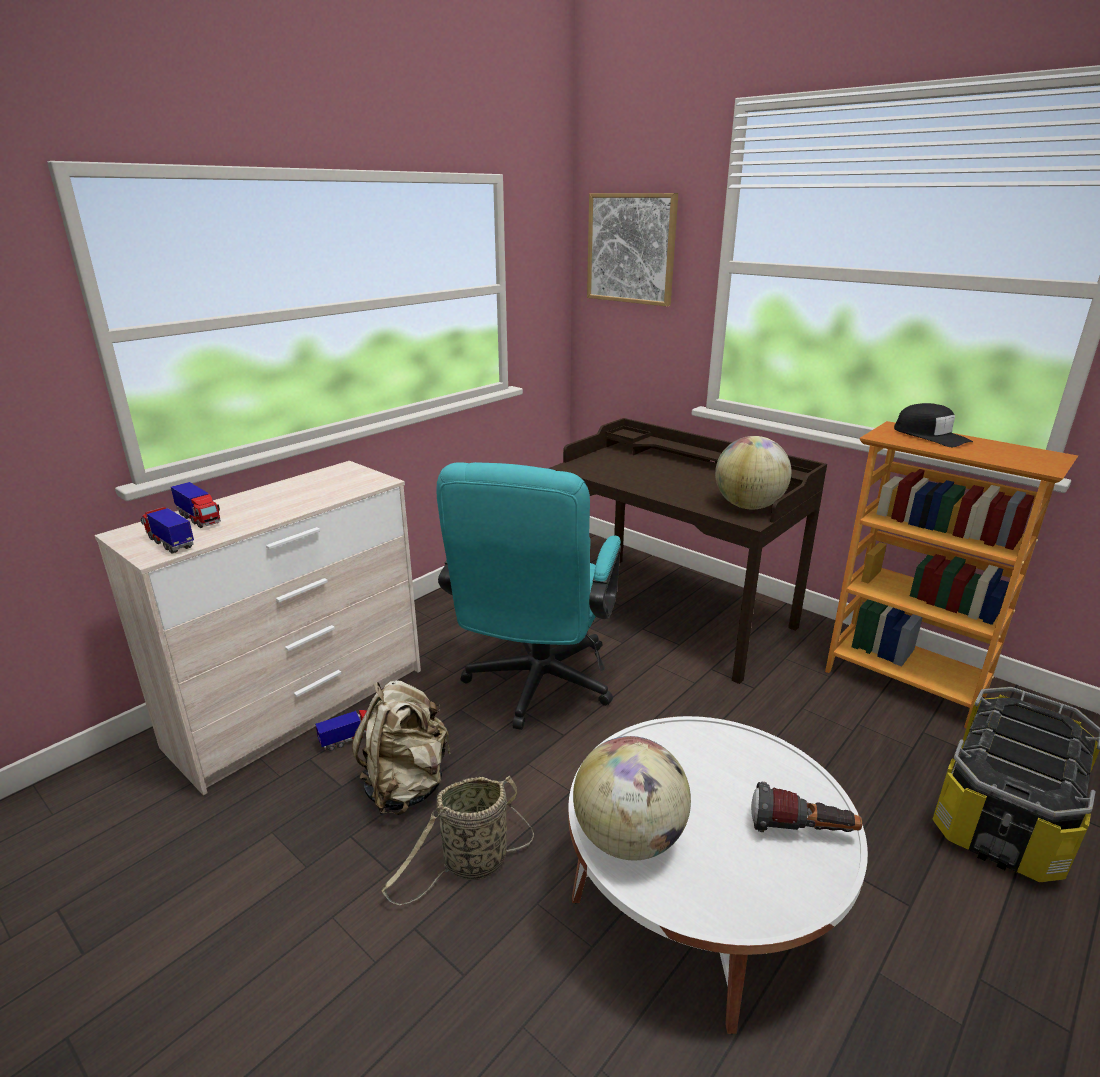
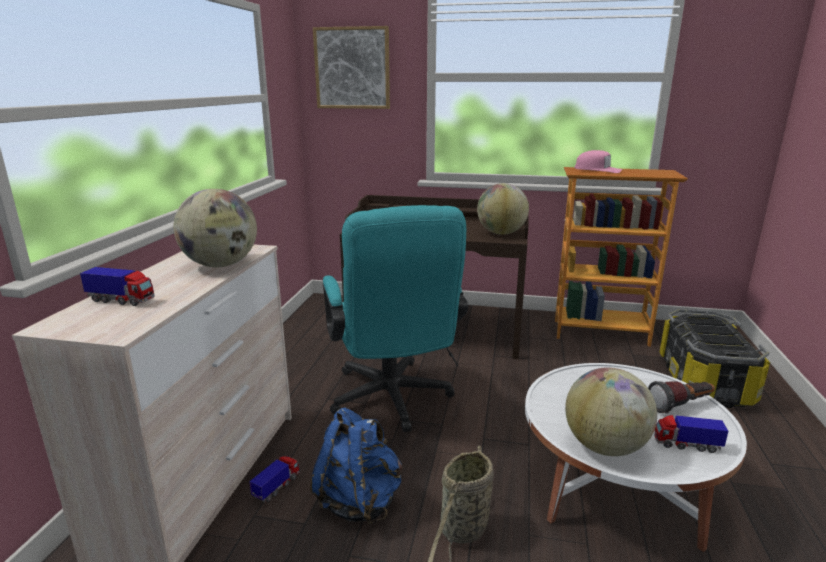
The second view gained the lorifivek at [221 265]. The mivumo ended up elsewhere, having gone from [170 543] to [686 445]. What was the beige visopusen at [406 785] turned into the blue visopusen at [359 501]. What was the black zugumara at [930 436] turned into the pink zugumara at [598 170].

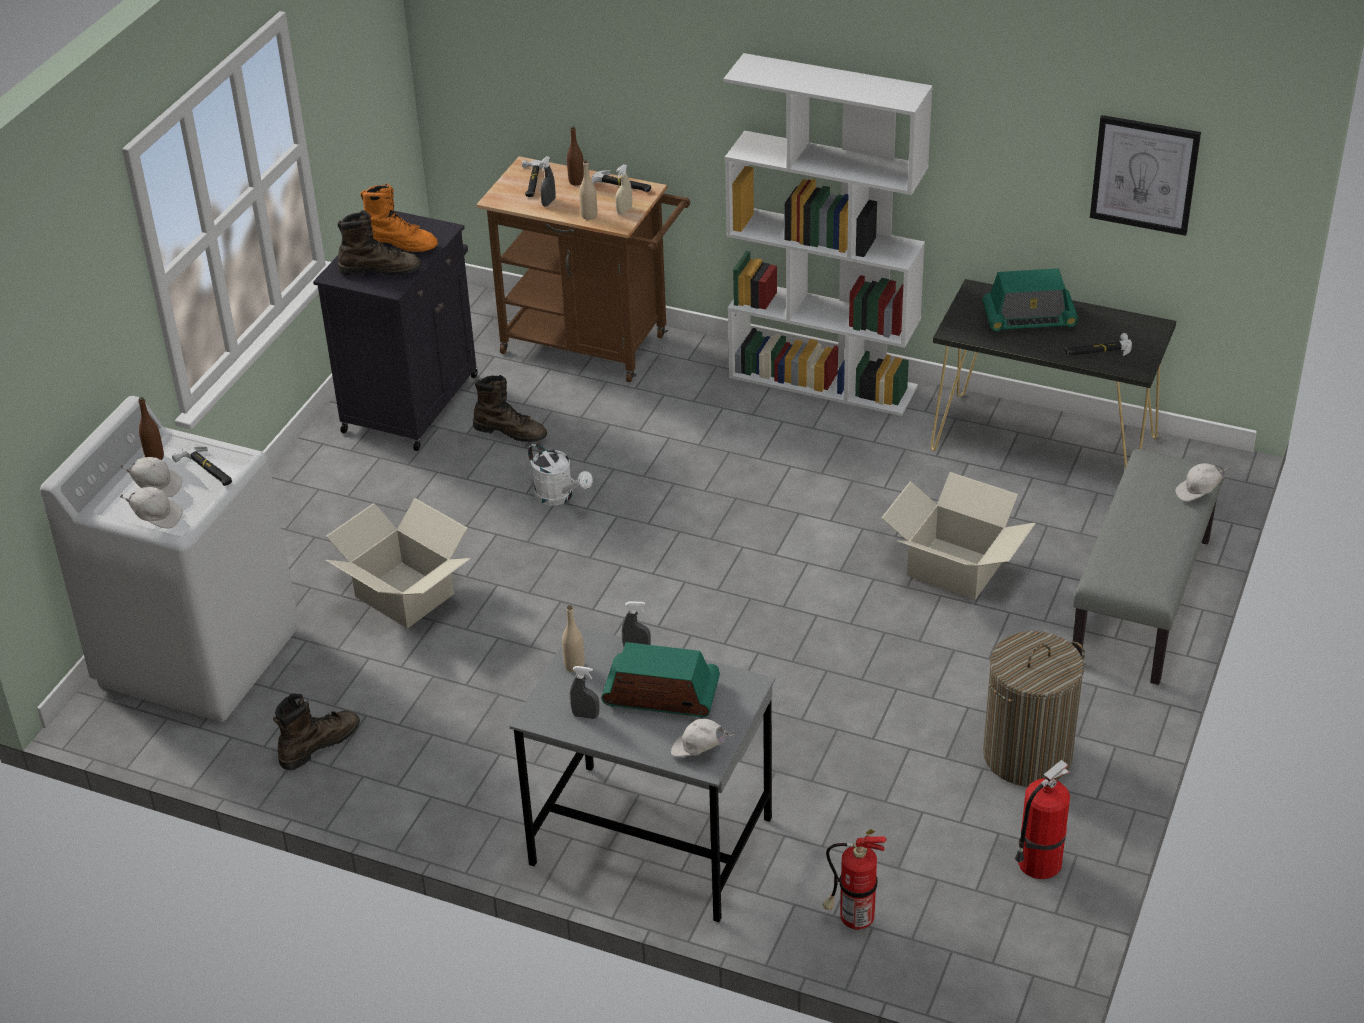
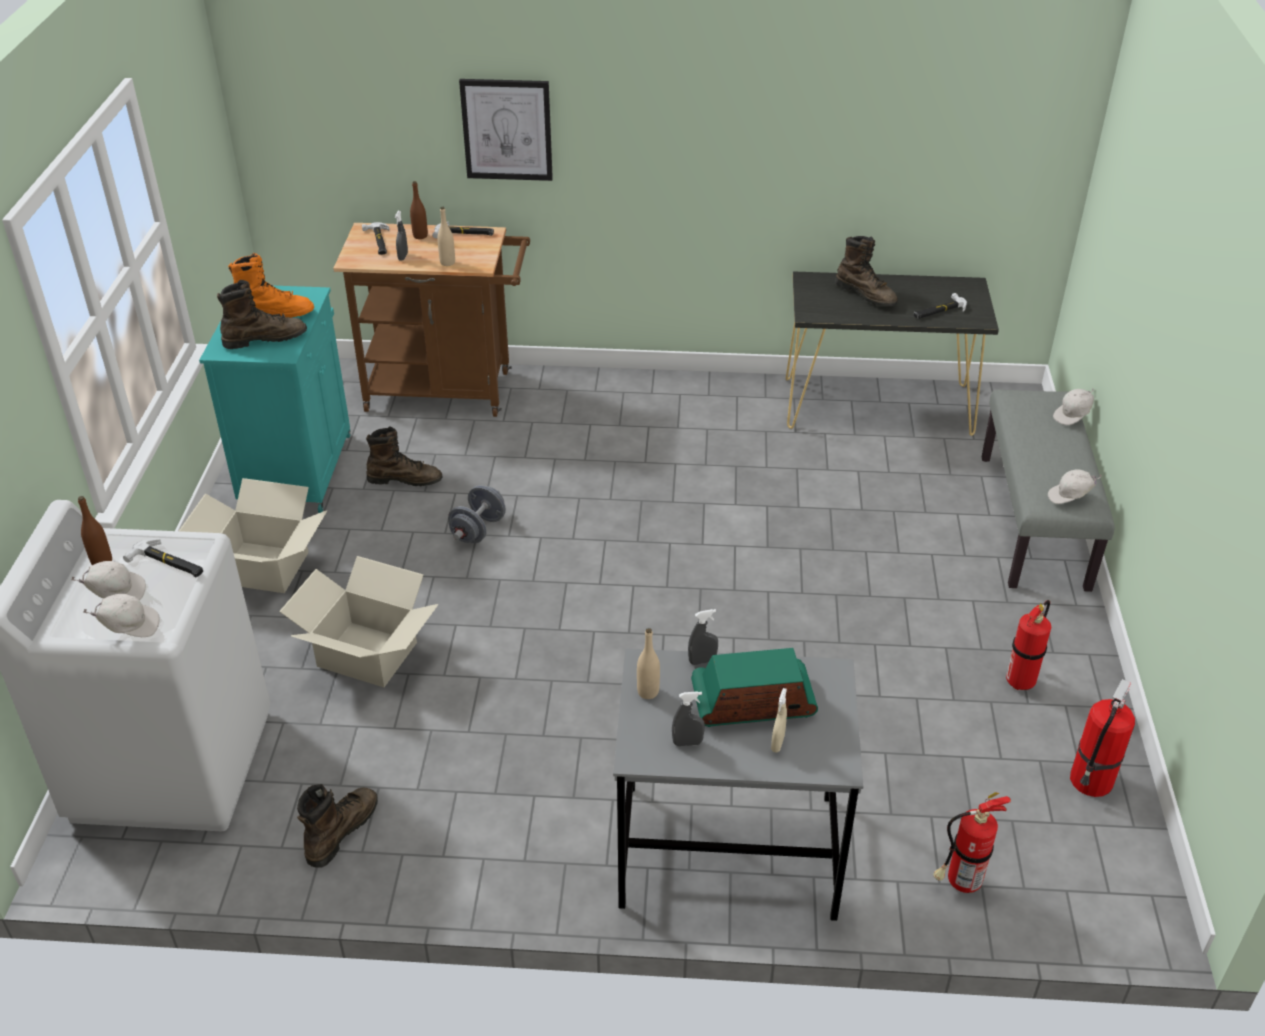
The second view lost the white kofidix at [824 382]. The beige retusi ended up elsewhere, having gone from [624 210] to [777 743]. The white zugumara ended up elsewhere, having gone from [699 751] to [1070 497]. The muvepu ended up elsewhere, having gone from [954 569] to [263 568]. The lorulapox ended up elsewhere, having gone from [1144 174] to [507 129]. Where the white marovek stood at [559 497], the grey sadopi came to stand at [478 530]. Where the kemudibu stood at [1029 318], the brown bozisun came to stand at [866 294]. Where the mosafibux stood at [1027 755], the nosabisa came to stand at [1021 680]. What was the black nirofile at [412 402] turned into the turquoise nirofile at [297 469].

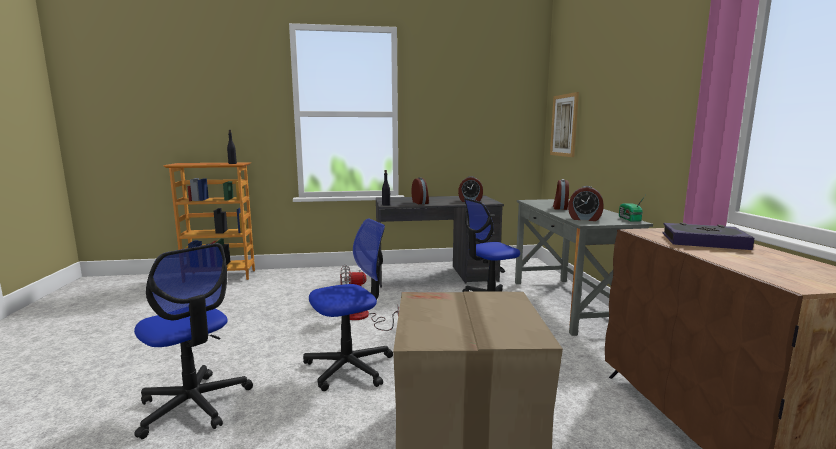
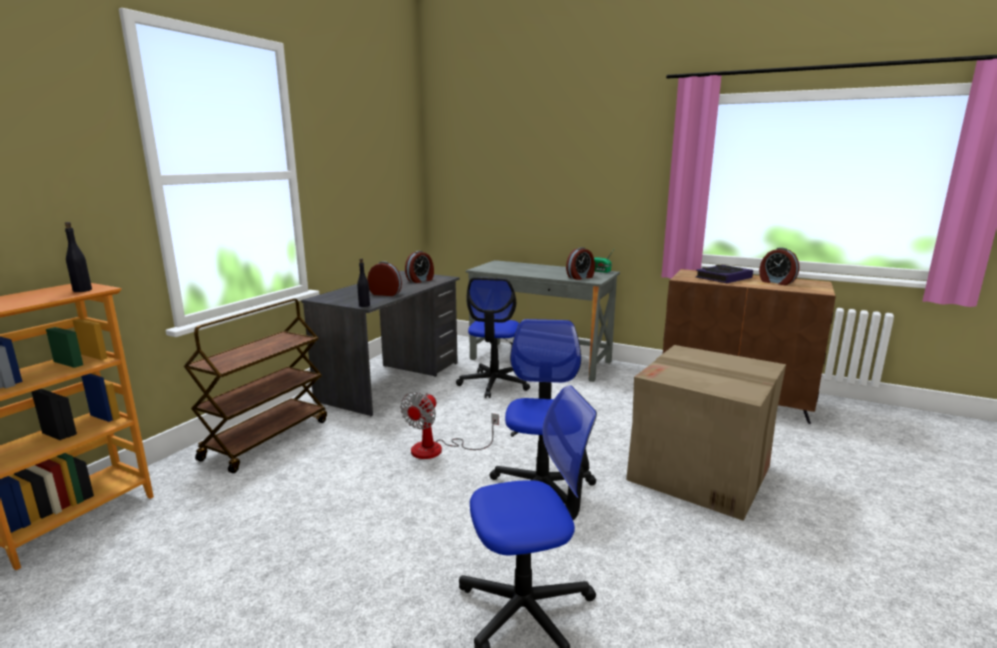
The second view lost the lorulapox at [564 125]. The second view gained the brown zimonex at [266 439]. The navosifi ended up elsewhere, having gone from [559 208] to [776 282].

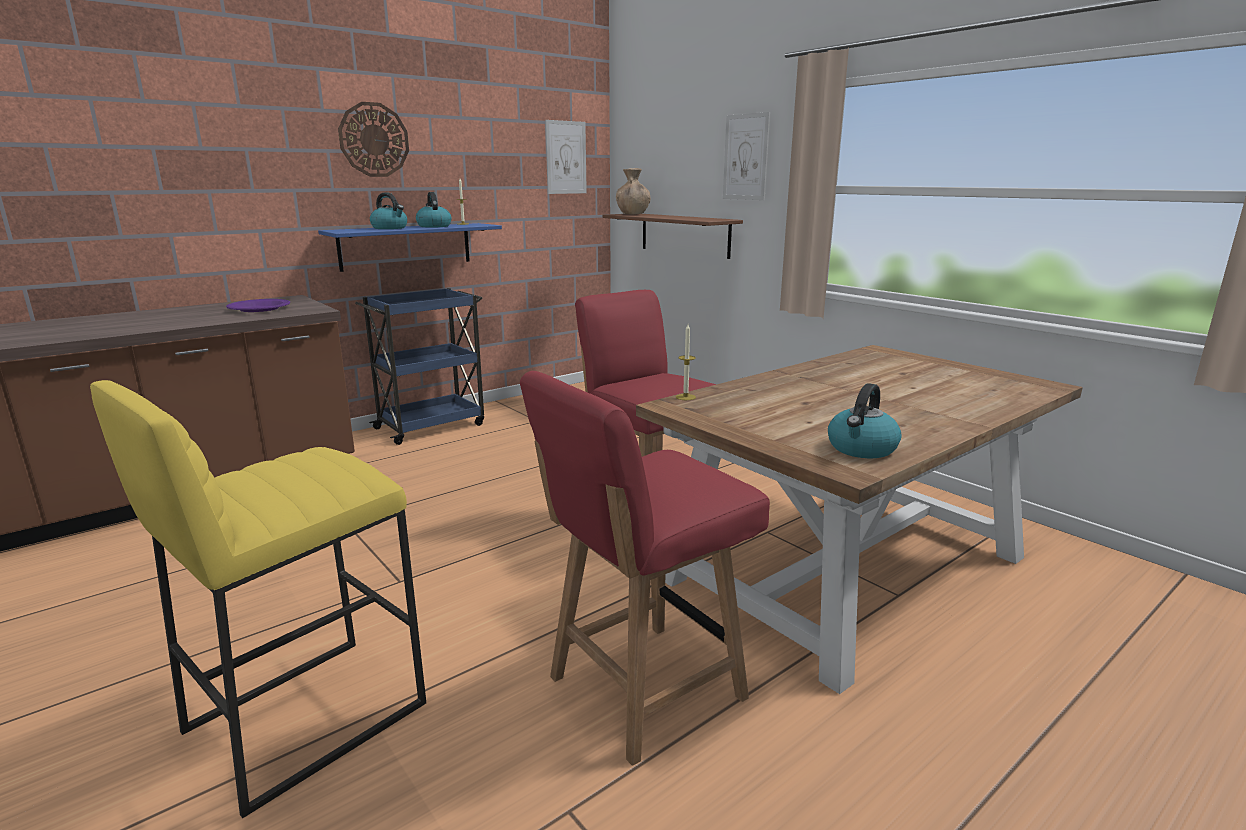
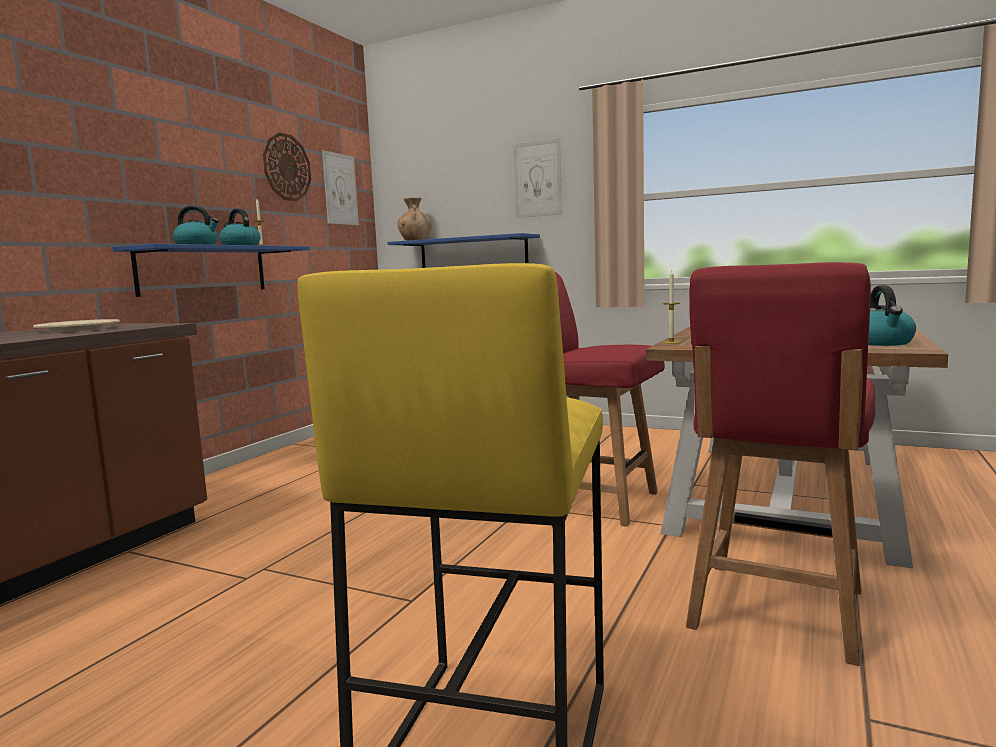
The second view lost the blue zimonex at [432 426]. The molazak ended up elsewhere, having gone from [374 140] to [286 167]. What was the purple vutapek at [260 309] turned into the beige vutapek at [79 329]. What was the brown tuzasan at [684 235] turned into the blue tuzasan at [473 256].

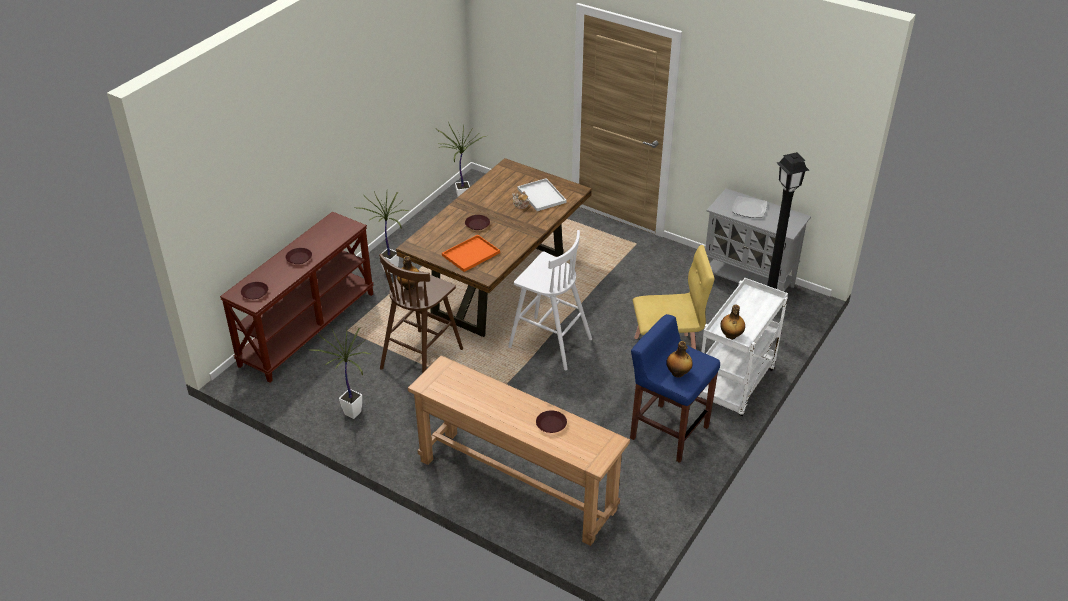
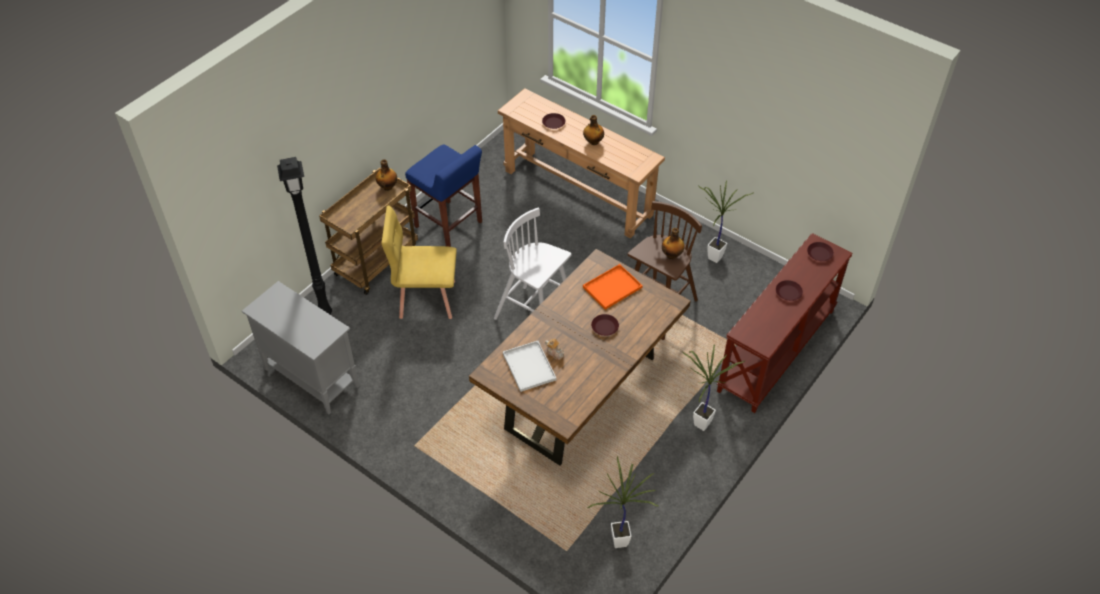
The second view lost the vutapek at [749 208]. The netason ended up elsewhere, having gone from [678 373] to [593 141]. What was the white zimonex at [735 386] turned into the brown zimonex at [376 261].

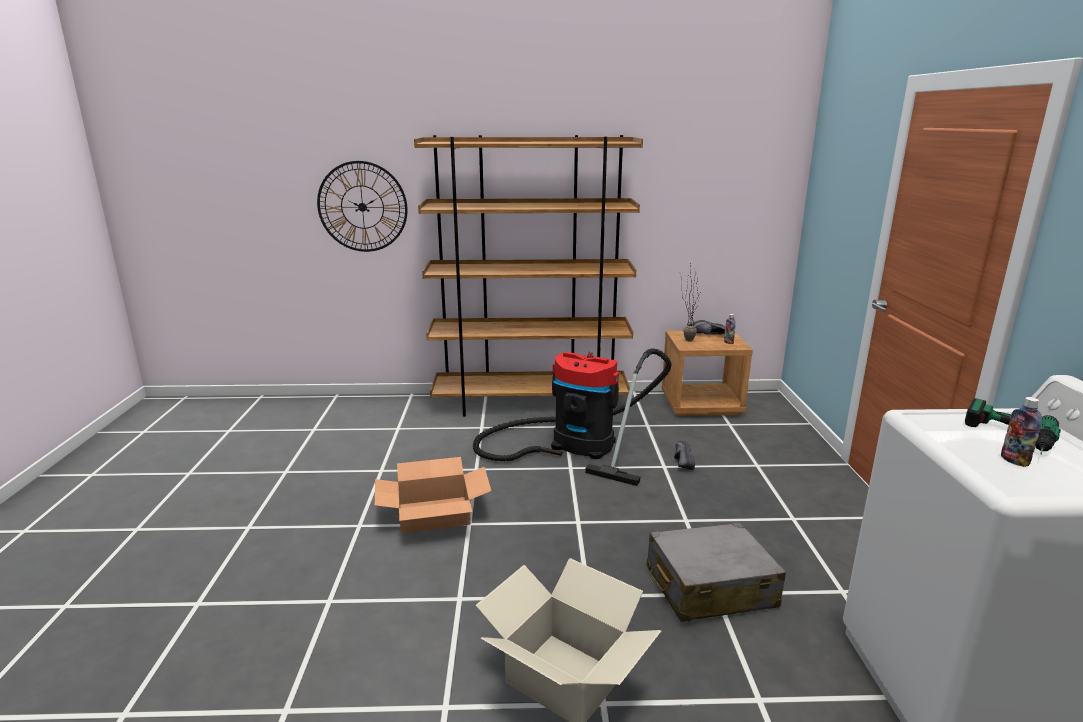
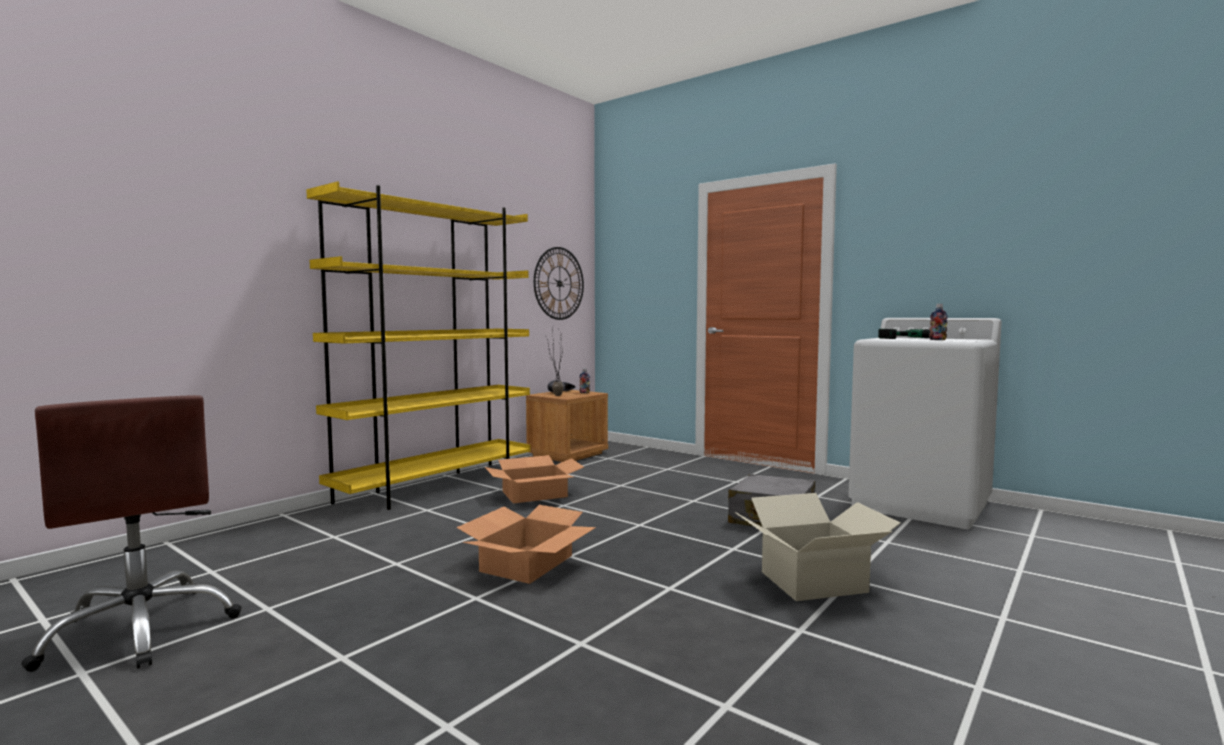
The second view lost the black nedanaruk at [680 462]. The second view gained the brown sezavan at [141 630]. The molazak ended up elsewhere, having gone from [362 207] to [559 283]. Where the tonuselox stood at [575 444], the muvepu came to stand at [534 494]. What was the brown kofidix at [531 404] turned into the yellow kofidix at [436 486].

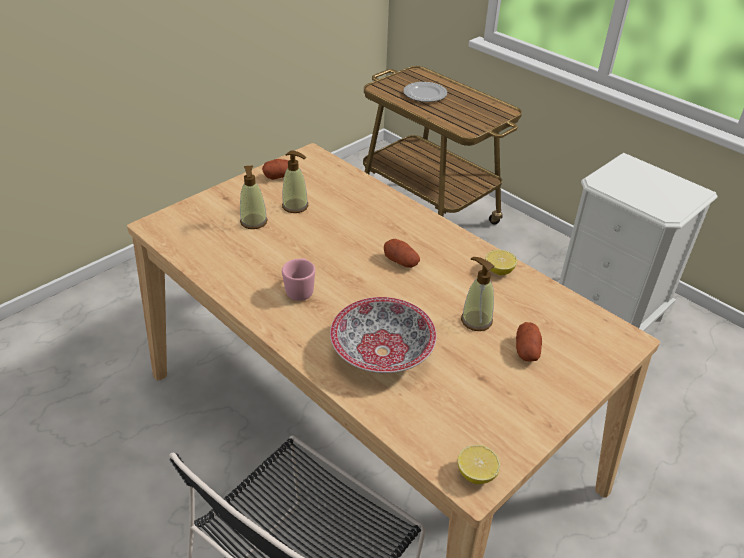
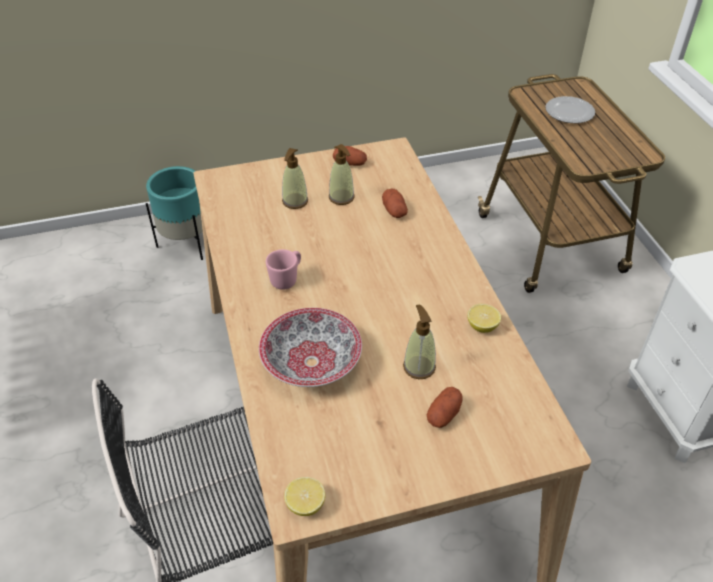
The second view gained the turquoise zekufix at [187 244]. The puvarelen ended up elsewhere, having gone from [401 261] to [394 211].

